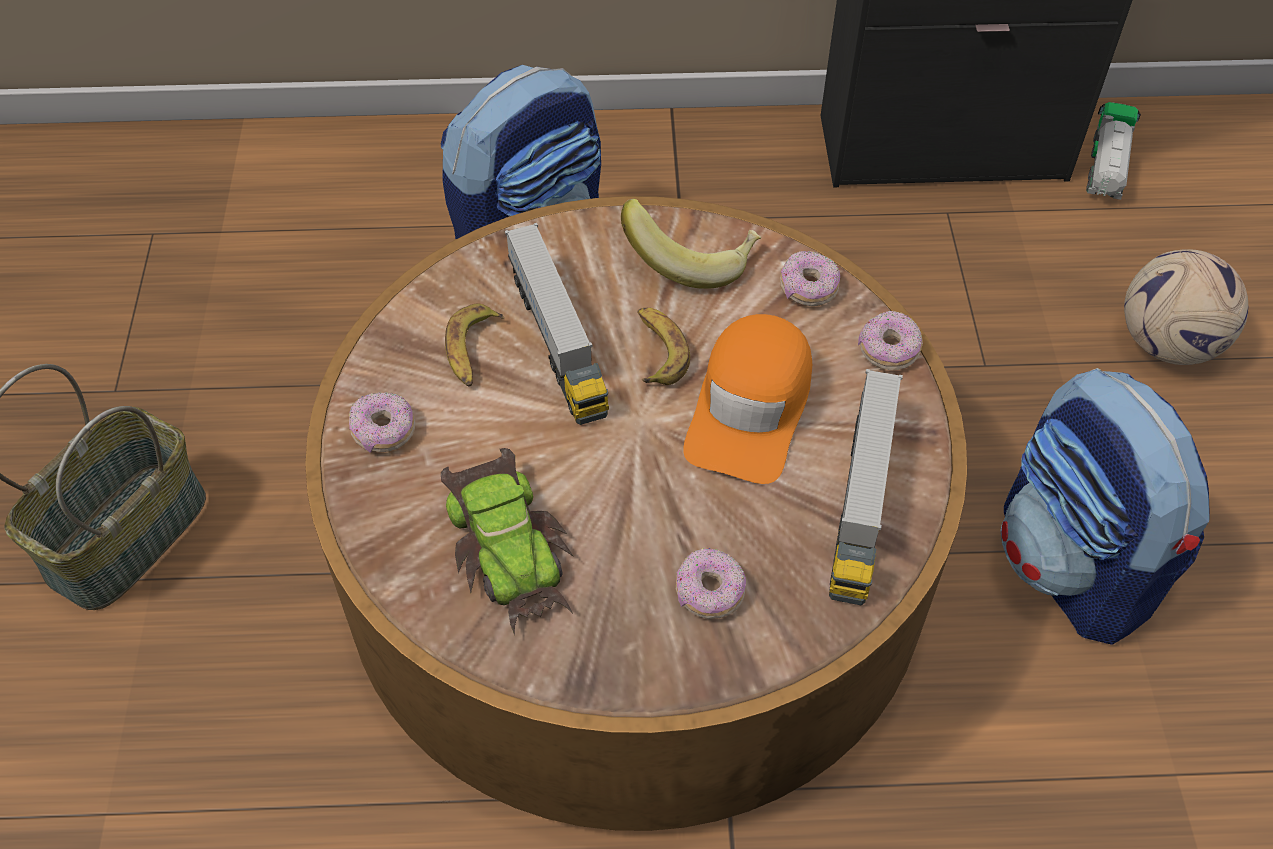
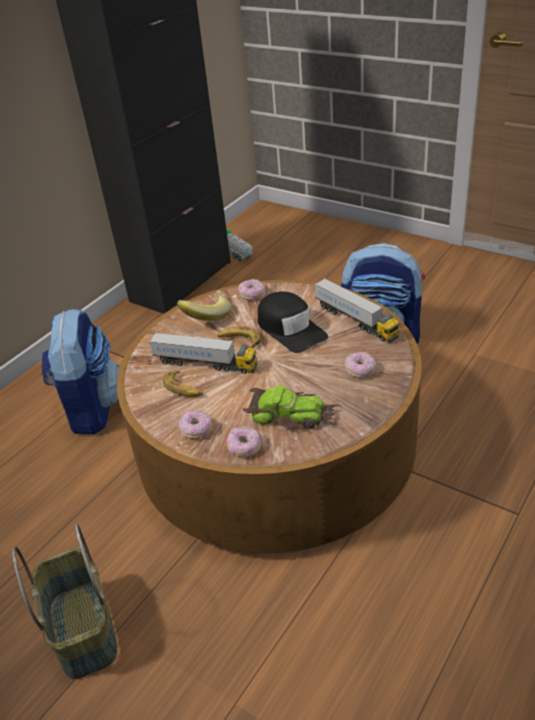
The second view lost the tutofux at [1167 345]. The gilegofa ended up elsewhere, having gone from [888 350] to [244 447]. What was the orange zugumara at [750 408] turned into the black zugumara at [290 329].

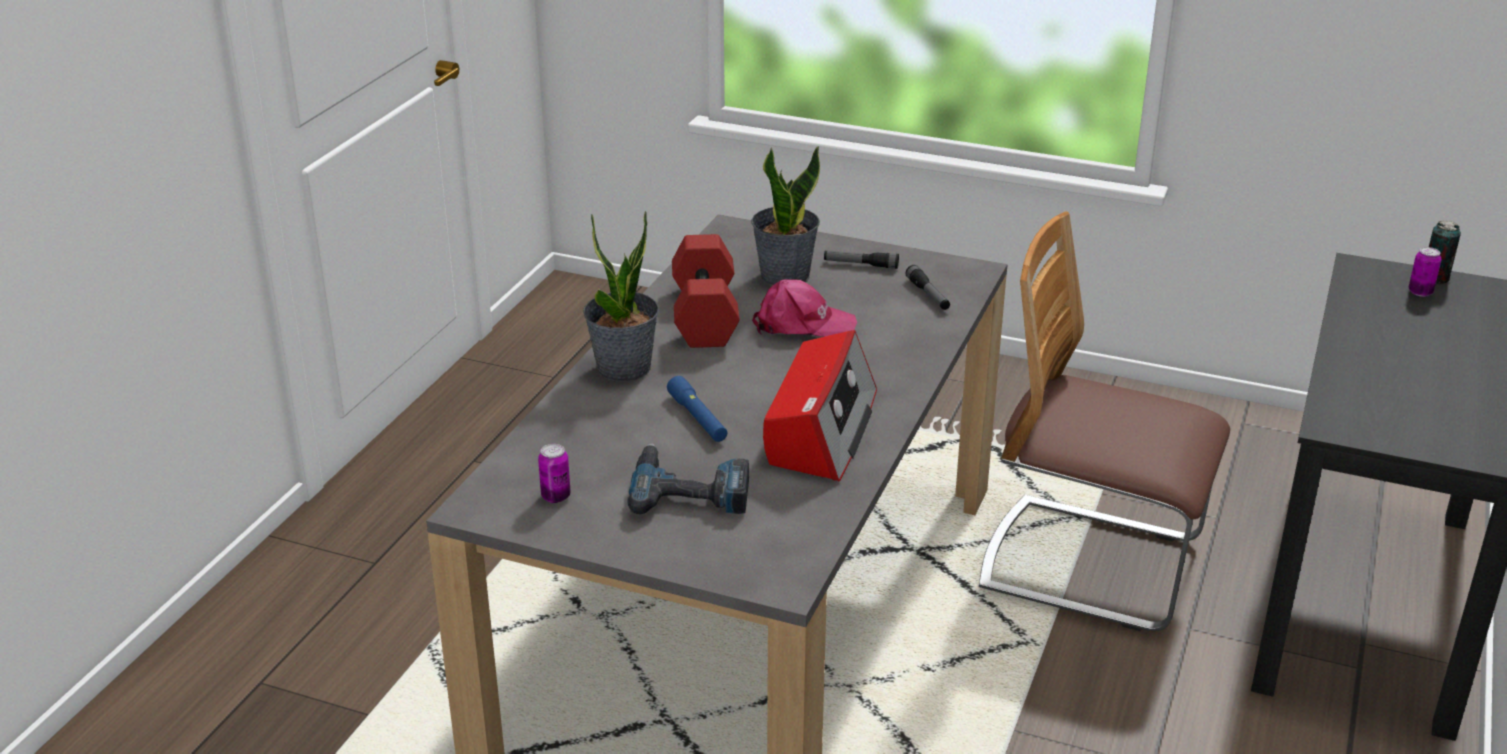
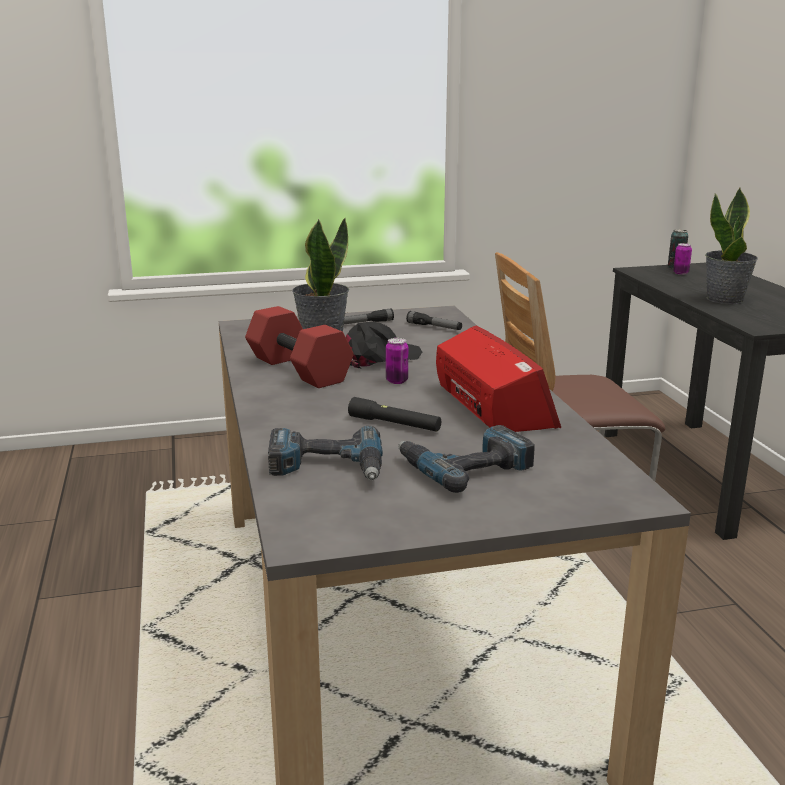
The second view gained the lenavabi at [326 467]. The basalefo ended up elsewhere, having gone from [556 496] to [396 381]. The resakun ended up elsewhere, having gone from [624 368] to [725 299]. What was the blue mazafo at [698 418] turned into the black mazafo at [394 424]. What was the pink zugumara at [802 324] turned into the black zugumara at [378 358].

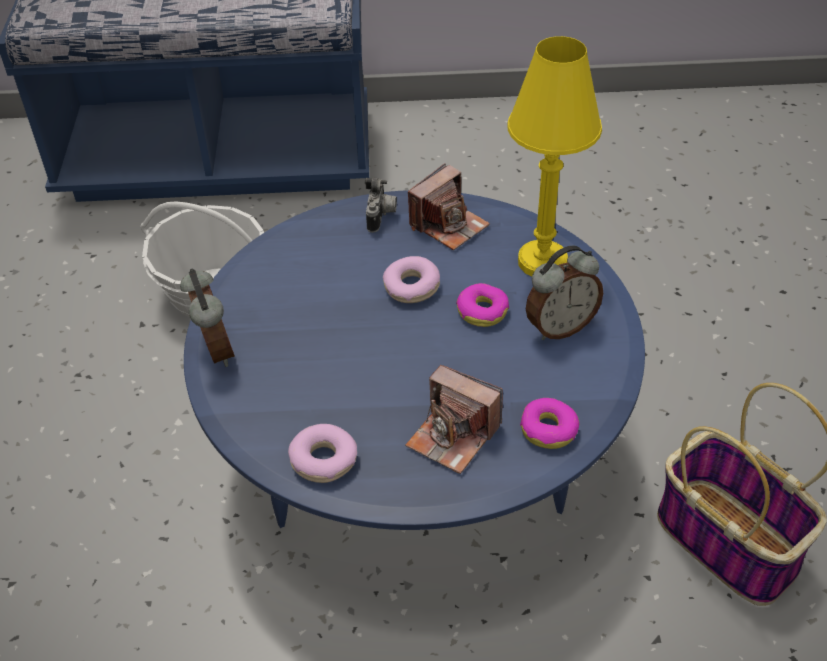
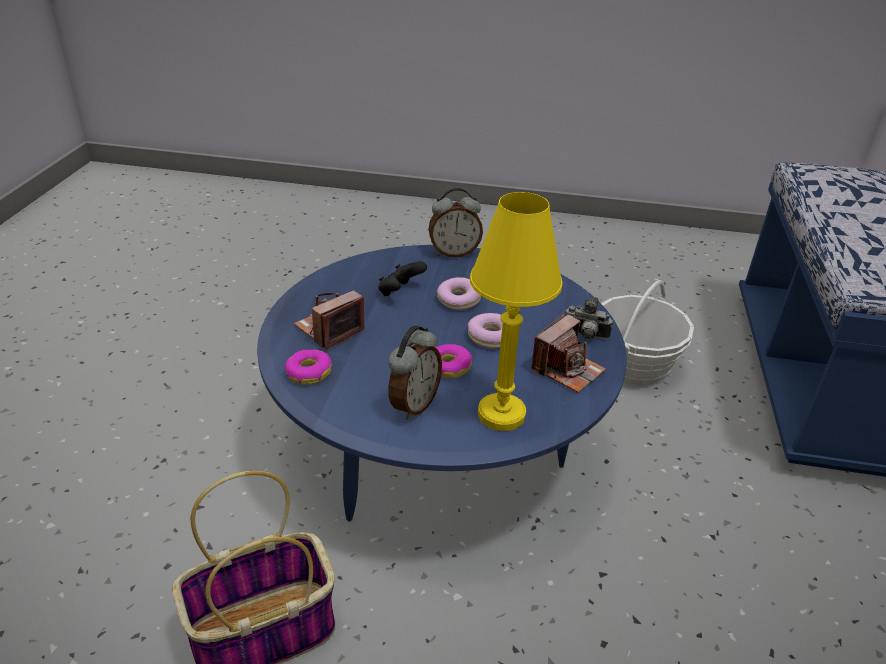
The second view gained the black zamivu at [400 292]. The gilegofa ended up elsewhere, having gone from [324 460] to [458 300]. The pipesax at [448 225] ended up facing another way, 105 degrees counterclockwise from before. The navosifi at [560 327] ended up facing another way, 135 degrees counterclockwise from before.

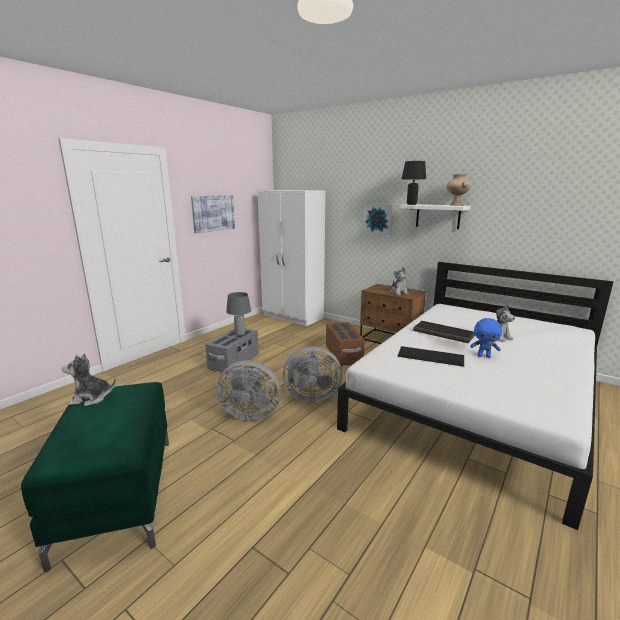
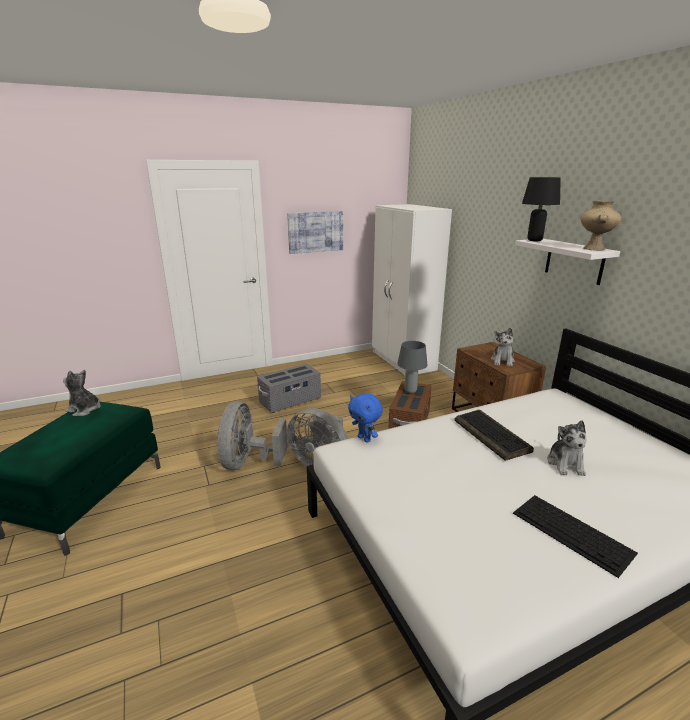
The second view lost the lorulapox at [378 219]. The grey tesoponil ended up elsewhere, having gone from [240 334] to [410 391]. The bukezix ended up elsewhere, having gone from [431 356] to [573 532]. The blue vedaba ended up elsewhere, having gone from [484 356] to [365 439]. The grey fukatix at [250 413] ended up facing another way, 60 degrees clockwise from before.

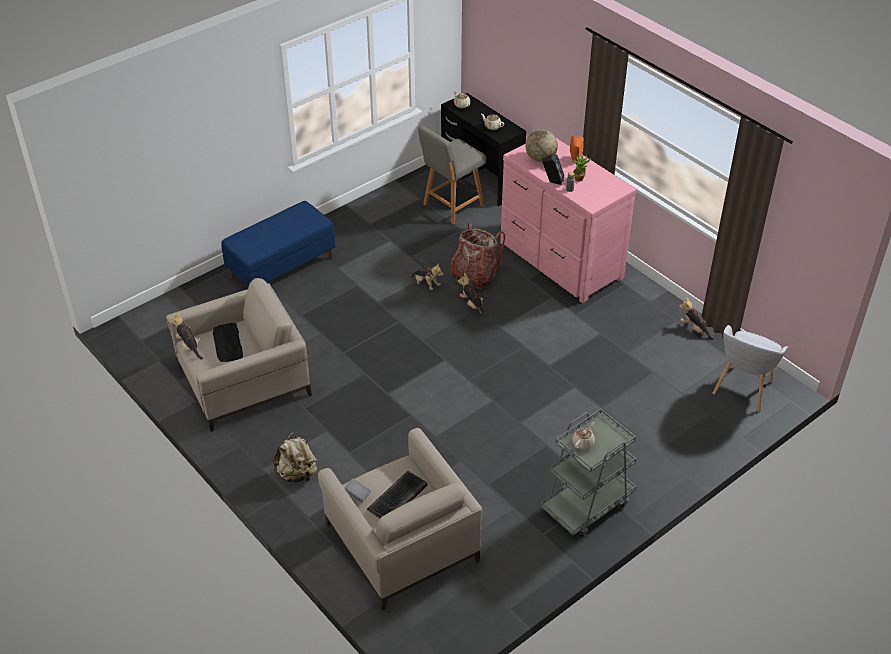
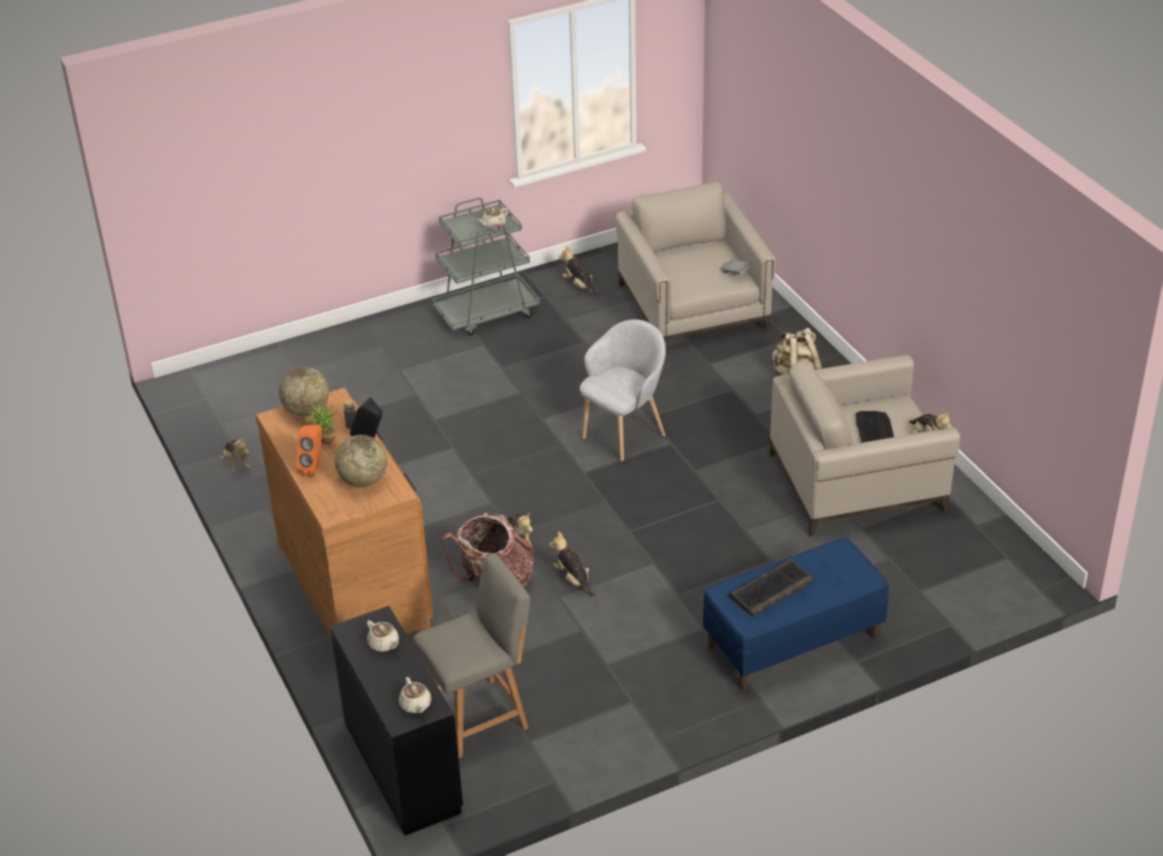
The second view gained the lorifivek at [306 411]. The second view gained the vedaba at [579 286]. The bukezix ended up elsewhere, having gone from [397 498] to [771 589]. The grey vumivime ended up elsewhere, having gone from [742 390] to [624 434]. What was the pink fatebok at [559 261] turned into the brown fatebok at [356 586].

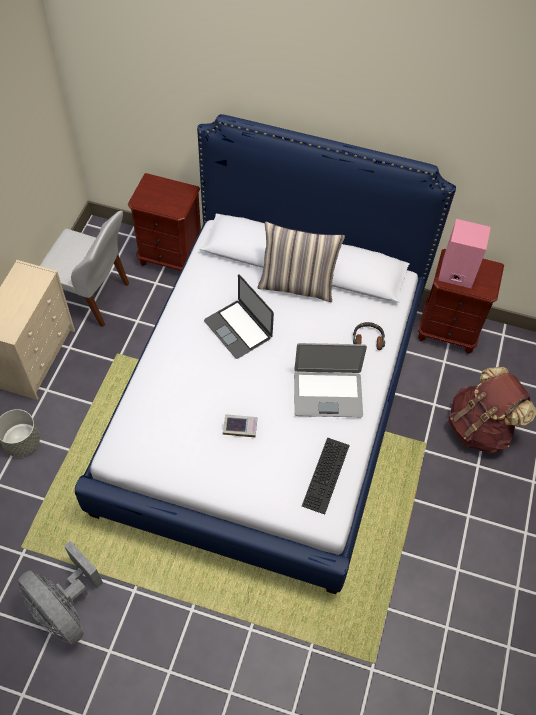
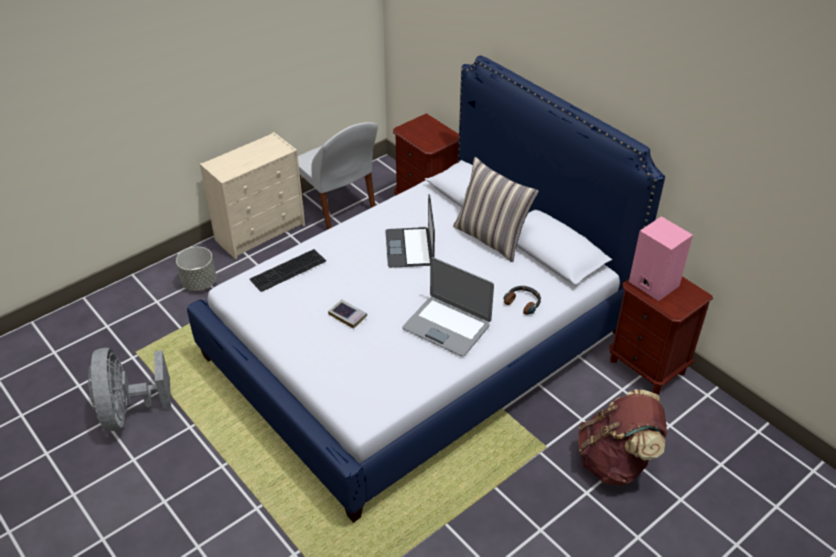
The bukezix ended up elsewhere, having gone from [327 476] to [288 271].

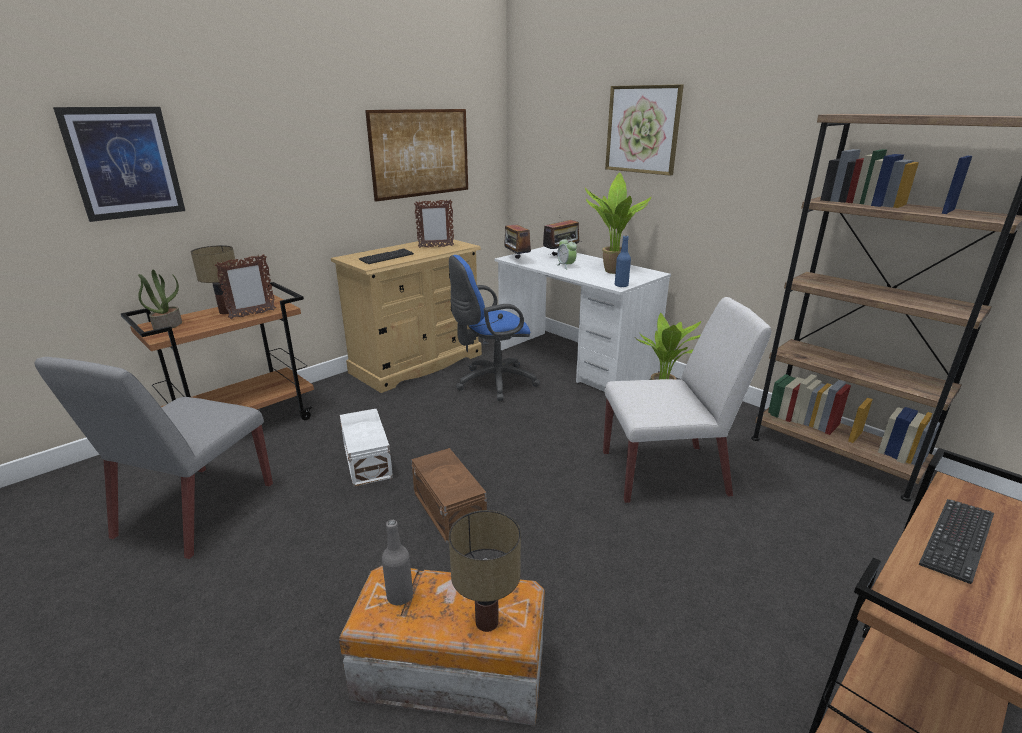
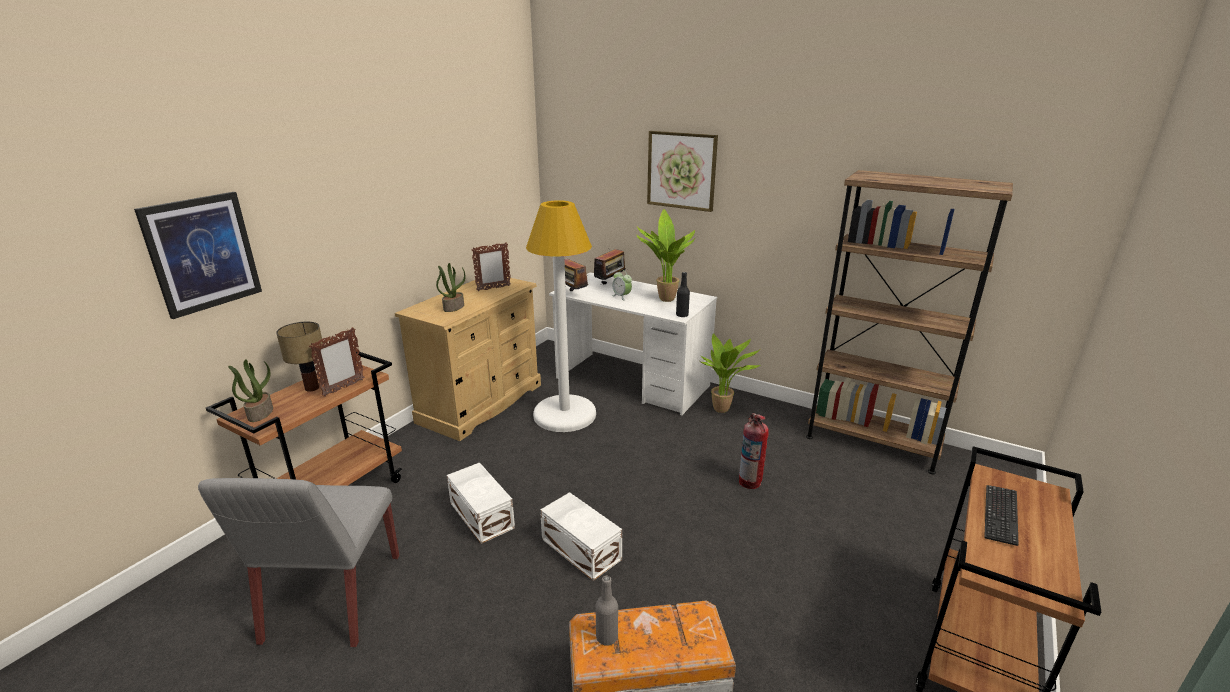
The second view lost the lorulapox at [421 153]. The second view lost the tesoponil at [488 621]. Where the bukezix stood at [387 257], the resakun came to stand at [453 307]. Where the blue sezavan stood at [492 383], the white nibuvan came to stand at [564 414]. Where the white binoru stood at [665 473], the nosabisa came to stand at [750 481]. What was the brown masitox at [449 508] turned into the white masitox at [581 548]. What was the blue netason at [621 285] turned into the black netason at [682 315].

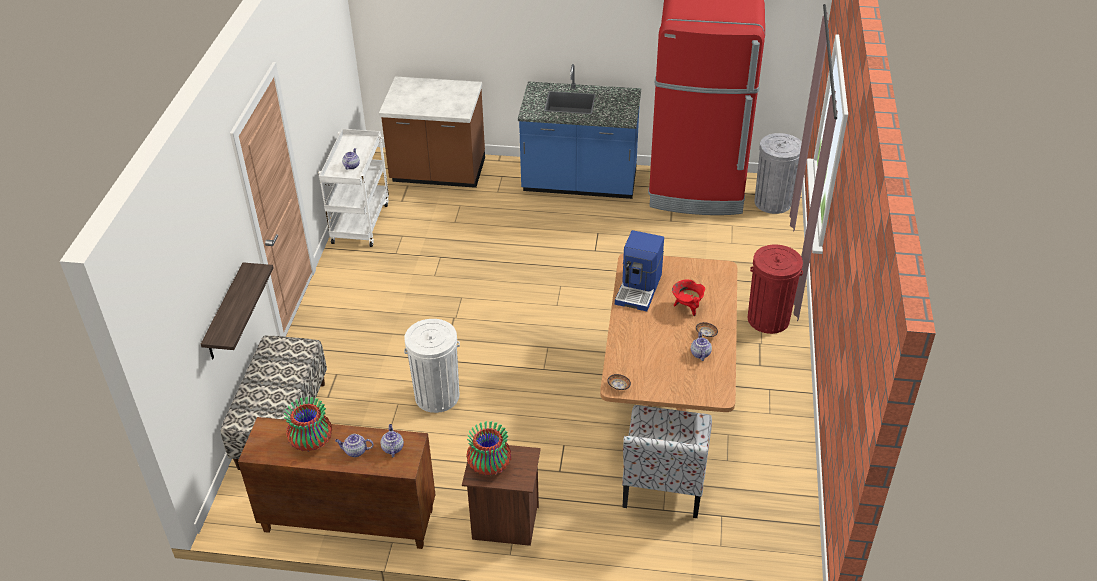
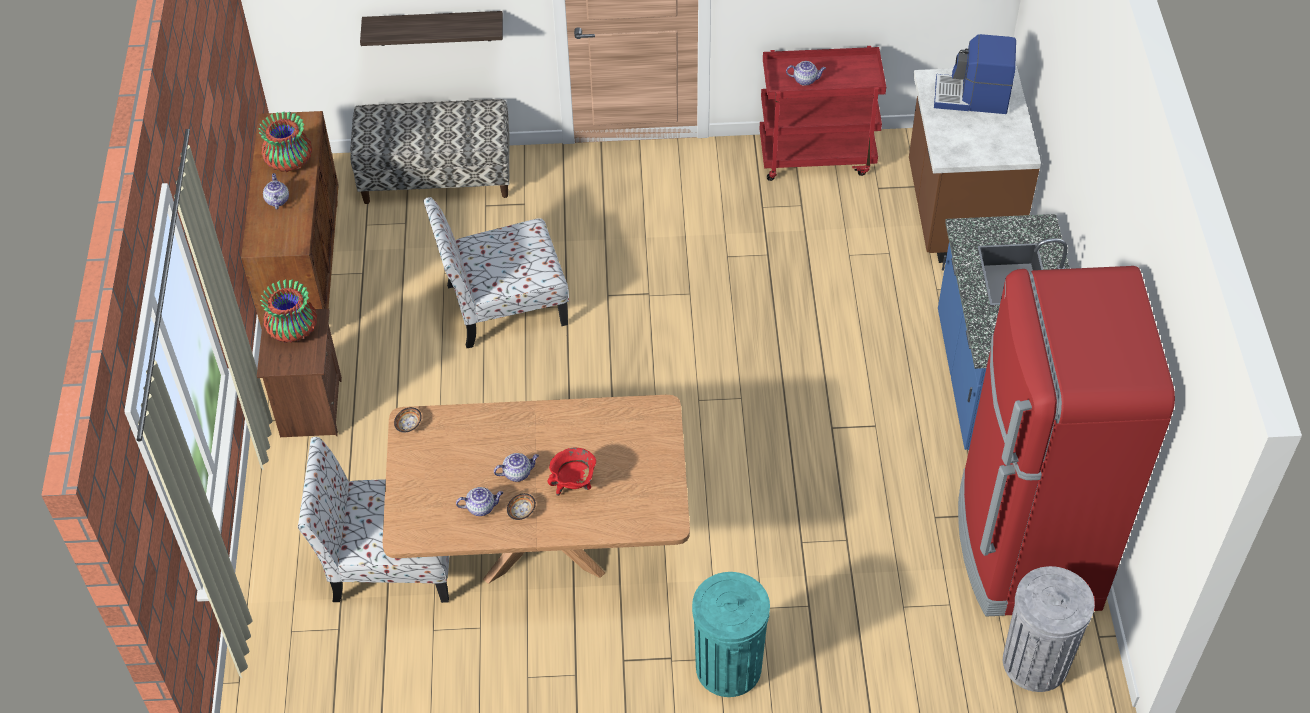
The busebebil ended up elsewhere, having gone from [392 448] to [518 473]. The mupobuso ended up elsewhere, having gone from [639 289] to [972 97]. Where the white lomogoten stood at [437 396], the binoru came to stand at [503 305]. What was the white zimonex at [360 222] turned into the red zimonex at [817 156]. What was the red lomogoten at [768 319] turned into the turquoise lomogoten at [728 667].

